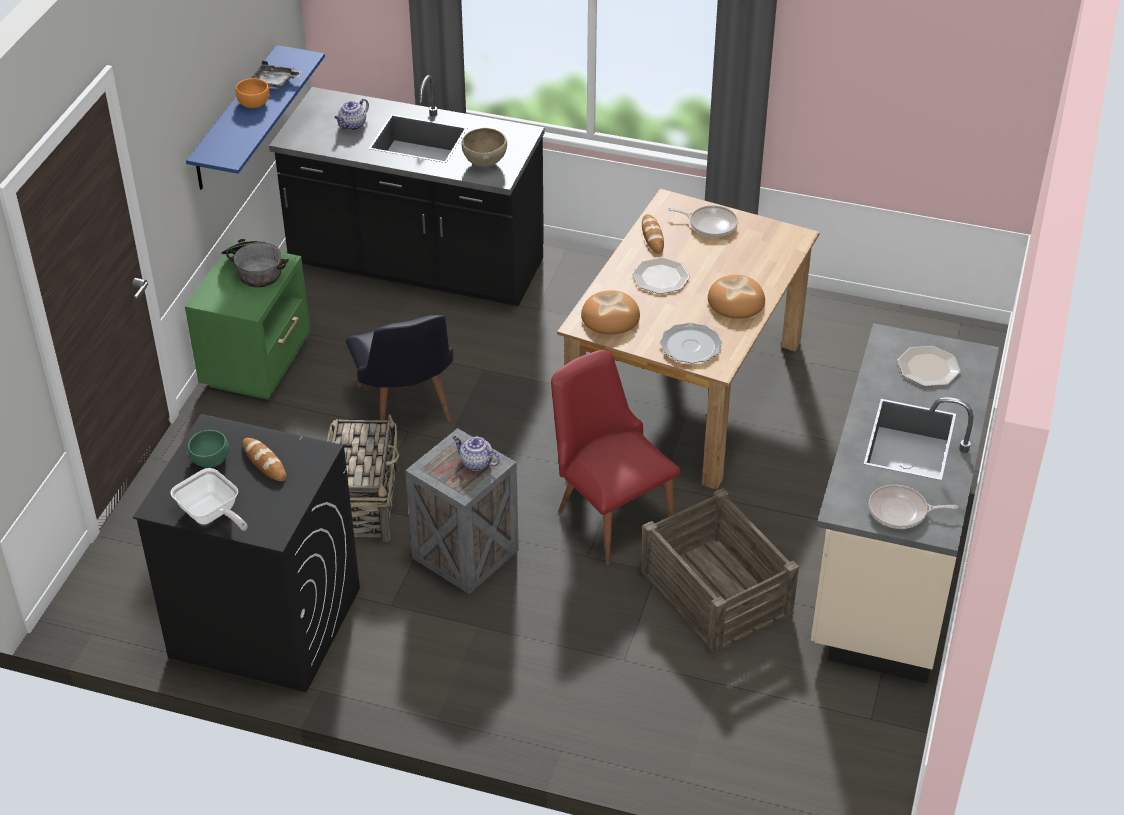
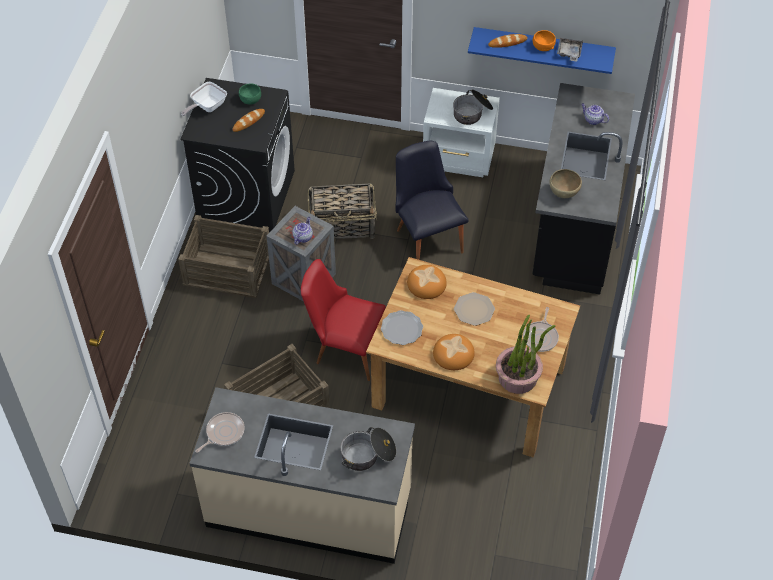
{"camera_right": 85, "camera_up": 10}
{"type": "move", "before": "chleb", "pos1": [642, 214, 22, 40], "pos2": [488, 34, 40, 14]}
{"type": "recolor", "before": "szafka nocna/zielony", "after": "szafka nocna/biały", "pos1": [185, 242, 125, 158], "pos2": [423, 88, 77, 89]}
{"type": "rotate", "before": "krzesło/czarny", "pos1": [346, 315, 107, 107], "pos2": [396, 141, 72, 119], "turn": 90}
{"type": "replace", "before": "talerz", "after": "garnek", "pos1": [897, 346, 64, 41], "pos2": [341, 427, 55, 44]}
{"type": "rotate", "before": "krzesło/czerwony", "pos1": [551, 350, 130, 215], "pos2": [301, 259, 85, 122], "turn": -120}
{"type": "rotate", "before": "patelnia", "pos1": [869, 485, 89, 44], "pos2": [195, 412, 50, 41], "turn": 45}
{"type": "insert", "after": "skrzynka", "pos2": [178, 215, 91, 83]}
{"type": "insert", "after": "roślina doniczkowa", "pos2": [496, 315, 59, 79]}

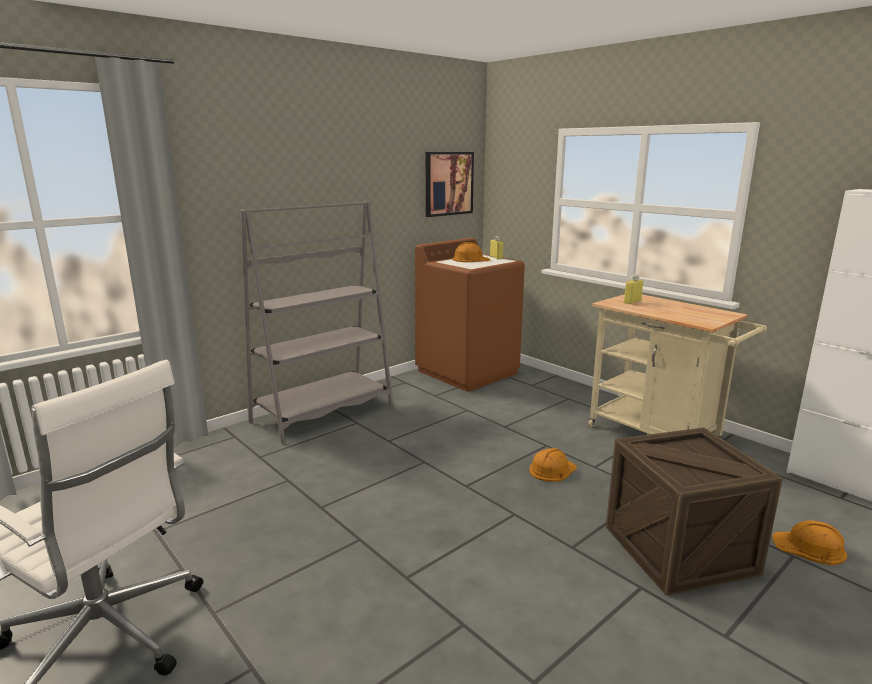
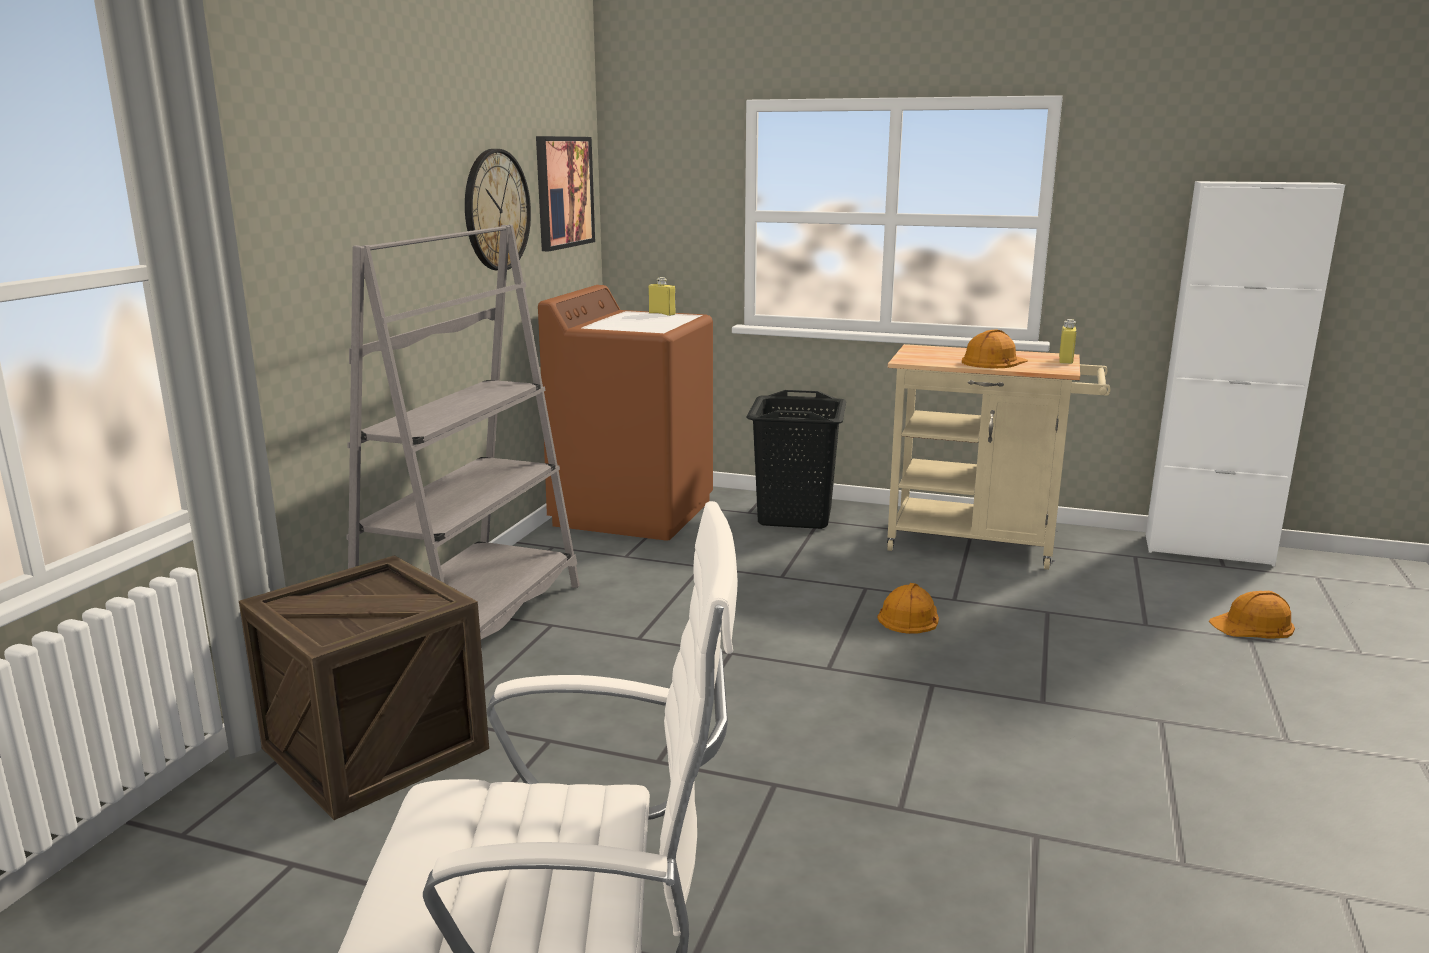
{"camera_right": -30, "camera_up": 0}
{"type": "move", "before": "kask/pomarańczowy", "pos1": [453, 242, 37, 20], "pos2": [962, 329, 66, 39]}
{"type": "move", "before": "butelka/żółty", "pos1": [624, 275, 19, 29], "pos2": [1059, 319, 18, 45]}
{"type": "move", "before": "skrzynka", "pos1": [606, 427, 177, 169], "pos2": [239, 555, 250, 265]}
{"type": "insert", "after": "zegar ścienny", "pos2": [465, 149, 66, 122]}
{"type": "insert", "after": "kosz na pranie/czarny", "pos2": [746, 390, 100, 139]}

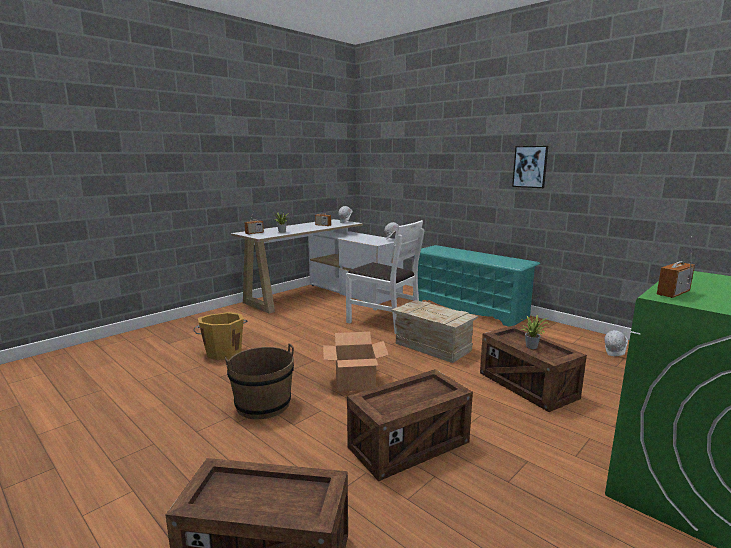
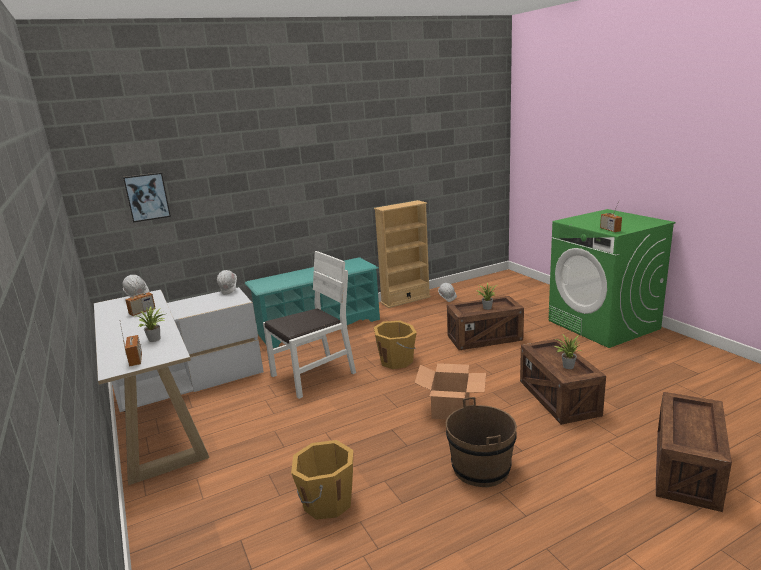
{"camera_right": -70, "camera_up": 5}
{"type": "move", "before": "obraz", "pos1": [512, 146, 36, 42], "pos2": [123, 172, 48, 51]}
{"type": "replace", "before": "skrzynka", "after": "wiadro/pomarańczowy", "pos1": [391, 300, 87, 63], "pos2": [374, 321, 43, 48]}
{"type": "insert", "after": "regał/beżowy", "pos2": [374, 200, 57, 108]}
{"type": "insert", "after": "roślina doniczkowa", "pos2": [554, 335, 27, 34]}

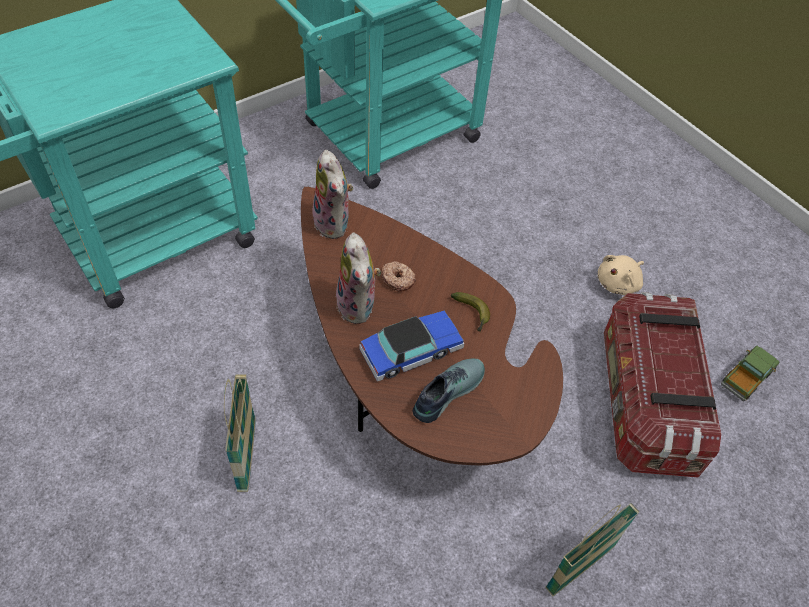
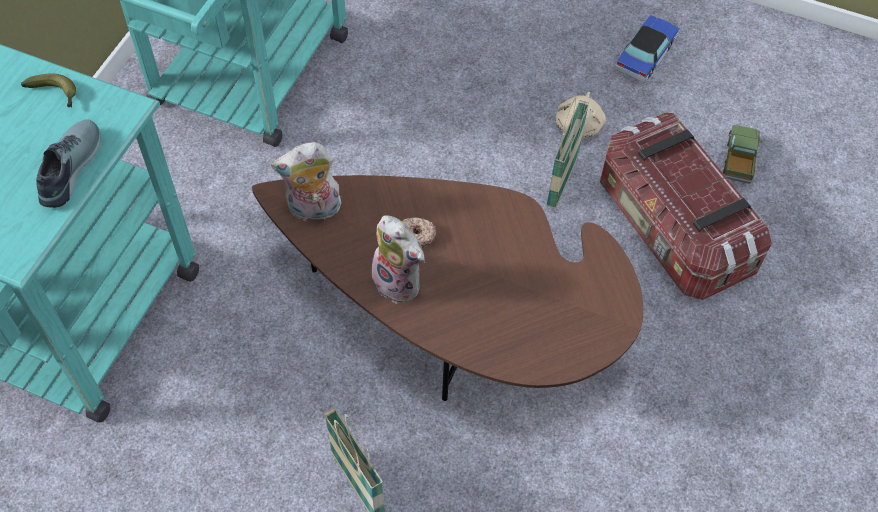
{"camera_right": -30, "camera_up": 5}
{"type": "rotate", "before": "pluszak", "pos1": [312, 150, 41, 89], "pos2": [271, 142, 70, 79], "turn": 135}
{"type": "move", "before": "banan", "pos1": [451, 292, 39, 40], "pos2": [21, 73, 55, 34]}
{"type": "move", "before": "samochodzik", "pos1": [359, 310, 105, 72], "pos2": [614, 15, 66, 68]}
{"type": "move", "before": "but", "pos1": [413, 358, 72, 65], "pos2": [36, 119, 65, 89]}
{"type": "move", "before": "koszyk", "pos1": [545, 503, 94, 93], "pos2": [546, 98, 43, 111]}

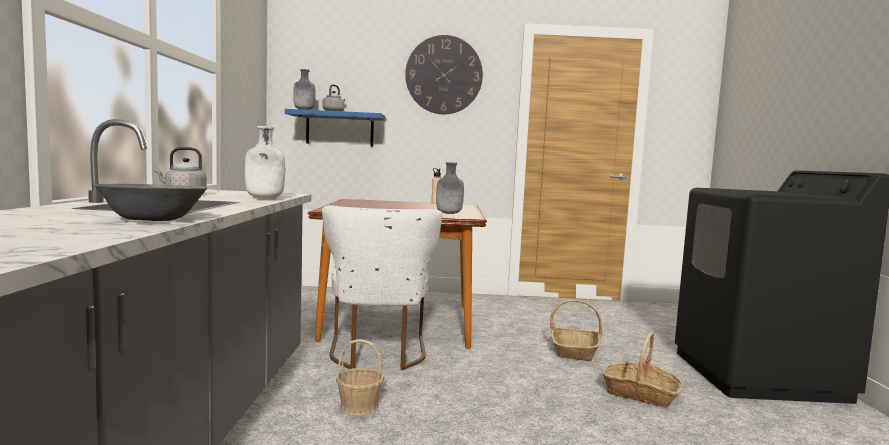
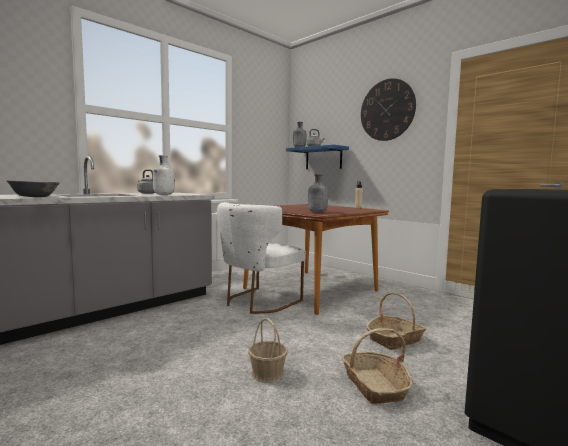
{"camera_right": 45, "camera_up": 0}
{"type": "move", "before": "koszyk", "pos1": [336, 339, 48, 77], "pos2": [248, 318, 39, 65]}

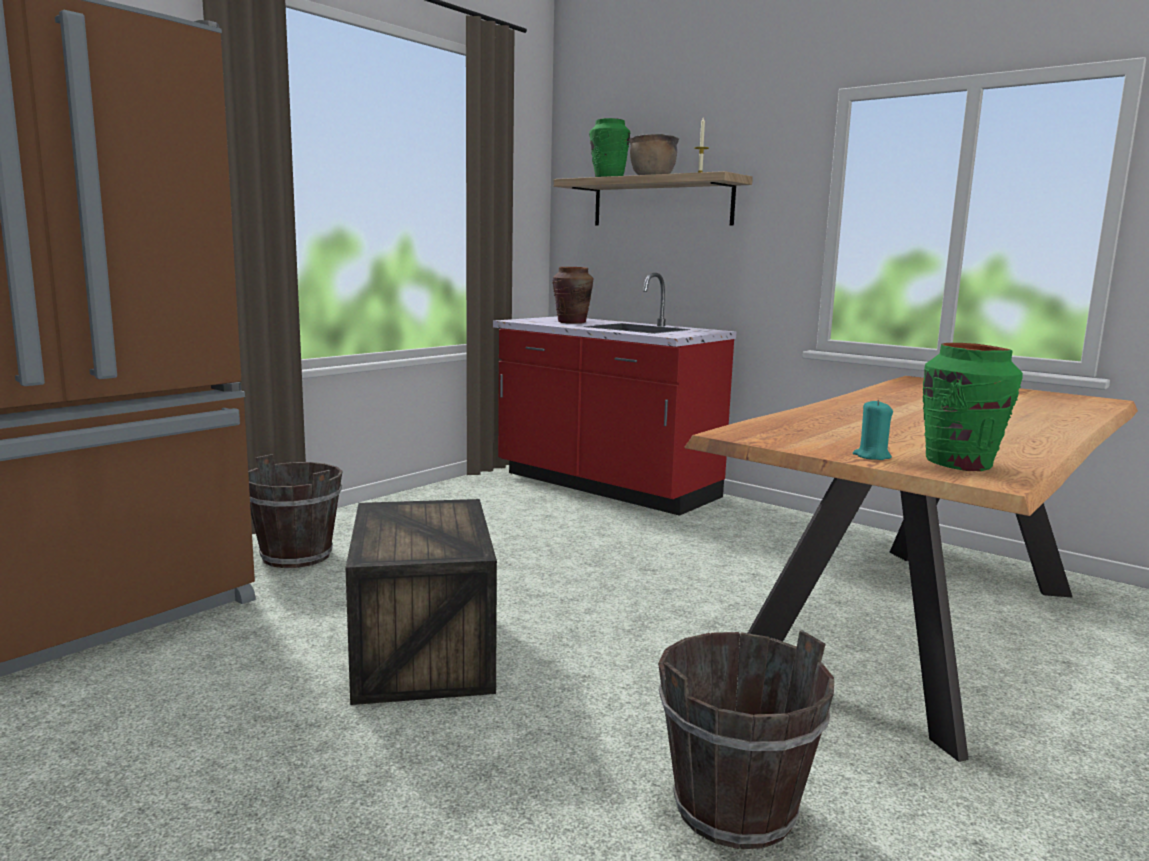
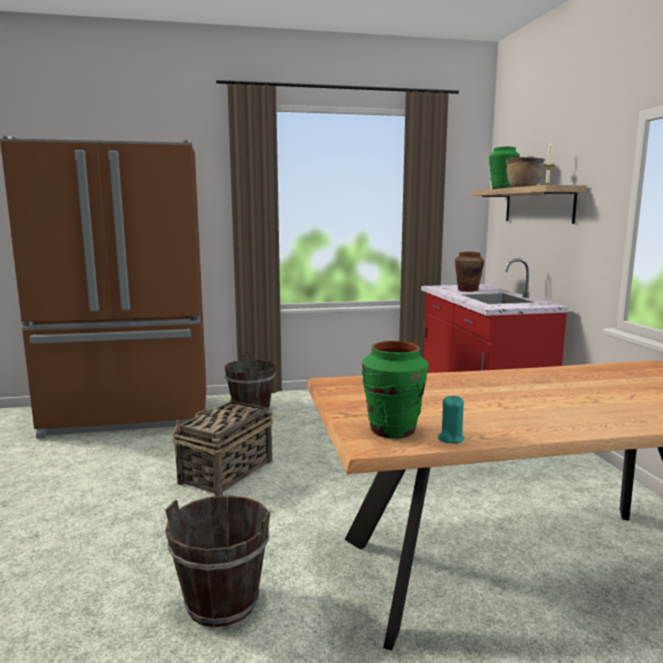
{"camera_right": 40, "camera_up": 0}
{"type": "move", "before": "świeca/turkusowy", "pos1": [853, 400, 40, 60], "pos2": [438, 396, 27, 48]}
{"type": "replace", "before": "skrzynka", "after": "koszyk", "pos1": [346, 499, 151, 206], "pos2": [173, 395, 100, 101]}

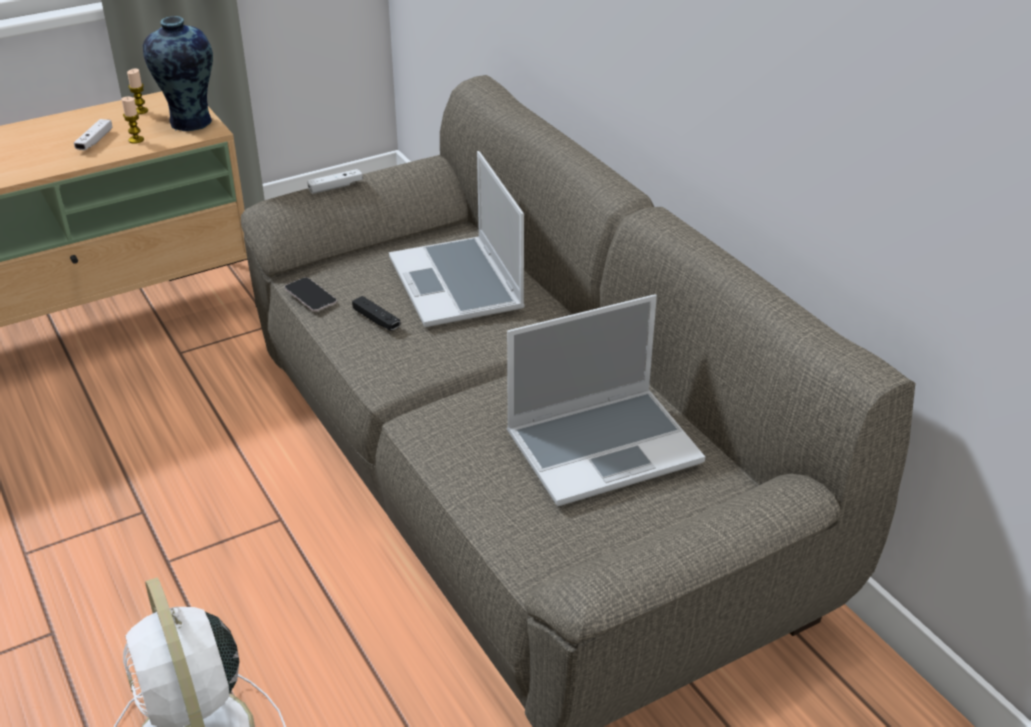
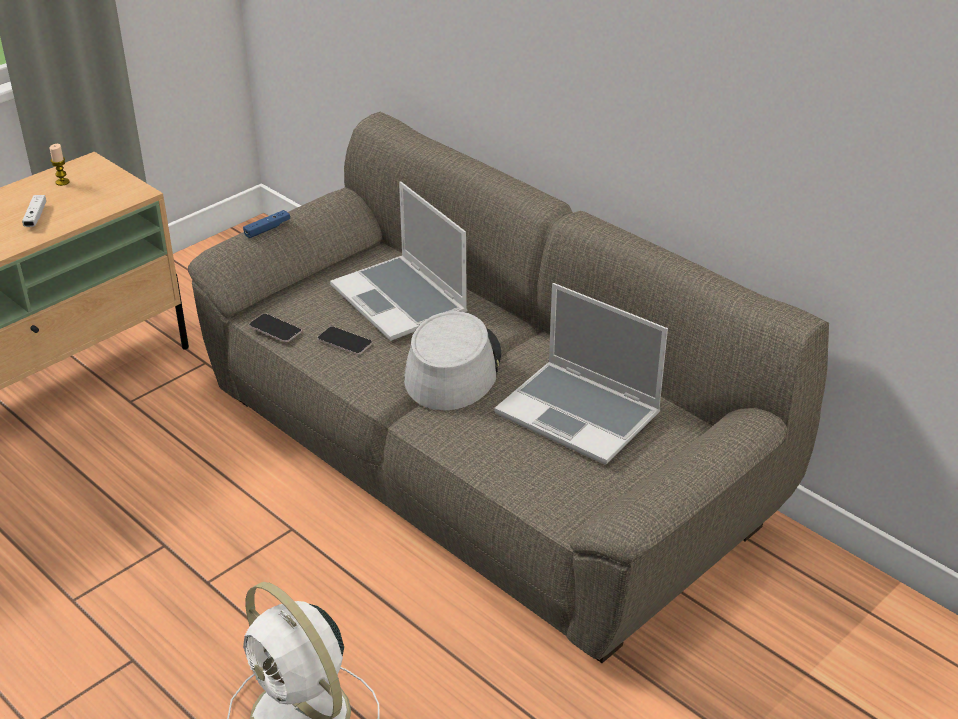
{"camera_right": -15, "camera_up": 0}
{"type": "delete", "before": "wazon", "pos1": [143, 16, 70, 115]}
{"type": "delete", "before": "świeca", "pos1": [121, 97, 23, 47]}
{"type": "recolor", "before": "pad do gier/biały", "after": "pad do gier/niebieski", "pos1": [307, 169, 56, 25], "pos2": [243, 210, 47, 28]}
{"type": "rotate", "before": "laptop", "pos1": [507, 294, 198, 212], "pos2": [494, 283, 174, 182], "turn": 75}
{"type": "replace", "before": "pad do gier/czarny", "after": "telefon", "pos1": [352, 296, 49, 35], "pos2": [317, 326, 55, 29]}
{"type": "insert", "after": "kapelusz/szary", "pos2": [404, 311, 98, 99]}

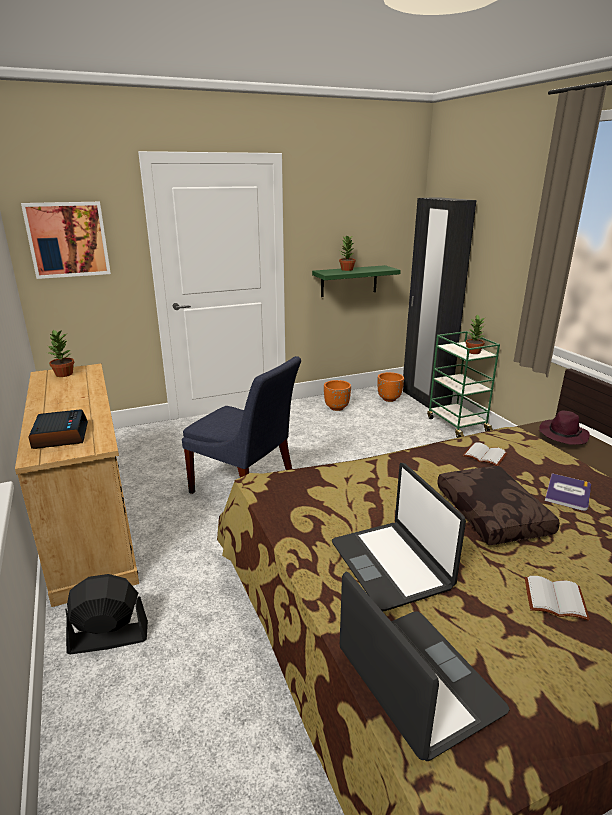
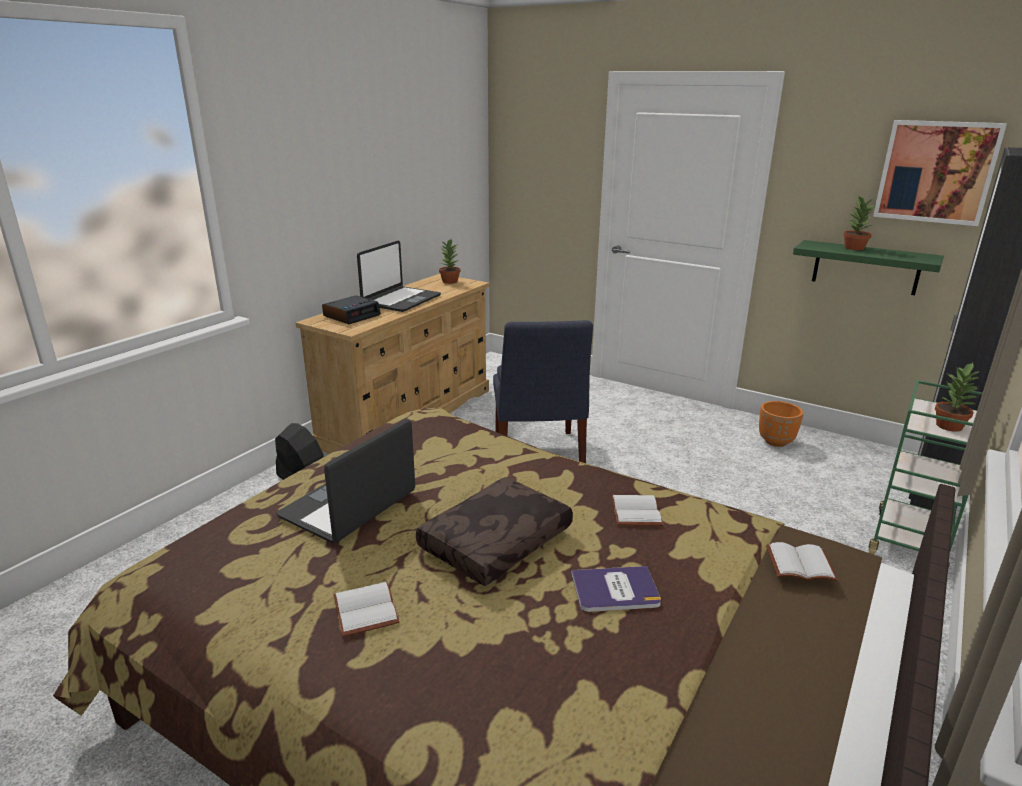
{"camera_right": 55, "camera_up": 0}
{"type": "move", "before": "obraz", "pos1": [21, 202, 90, 77], "pos2": [873, 120, 134, 106]}
{"type": "delete", "before": "donica/pomarańczowy", "pos1": [377, 372, 27, 30]}
{"type": "replace", "before": "kapelusz/fioletowy", "after": "książka/biały", "pos1": [539, 410, 51, 35], "pos2": [766, 542, 72, 39]}
{"type": "move", "before": "laptop", "pos1": [340, 571, 170, 190], "pos2": [357, 241, 84, 71]}

